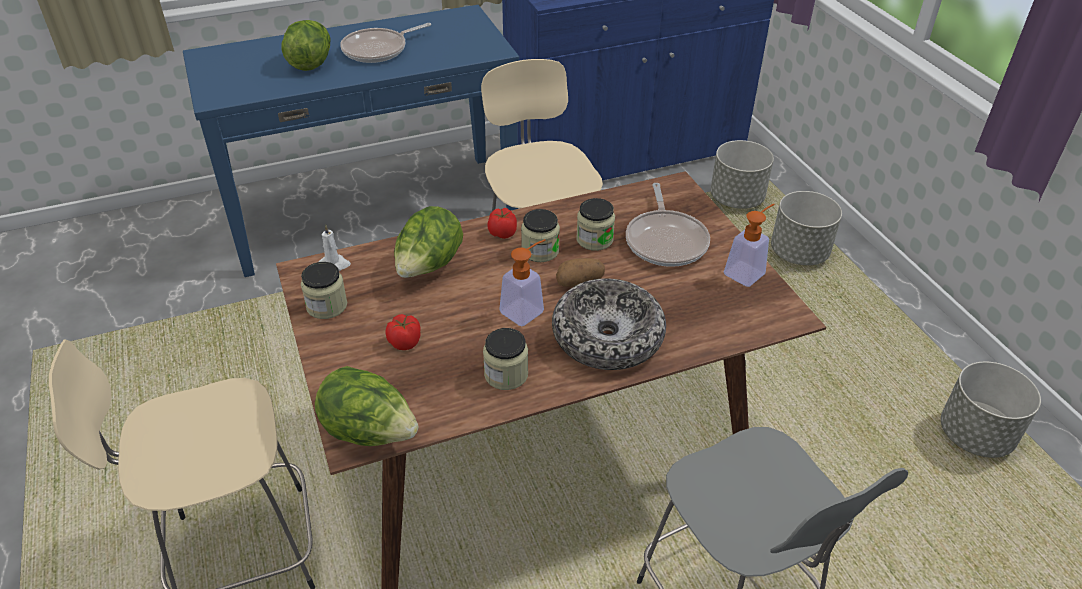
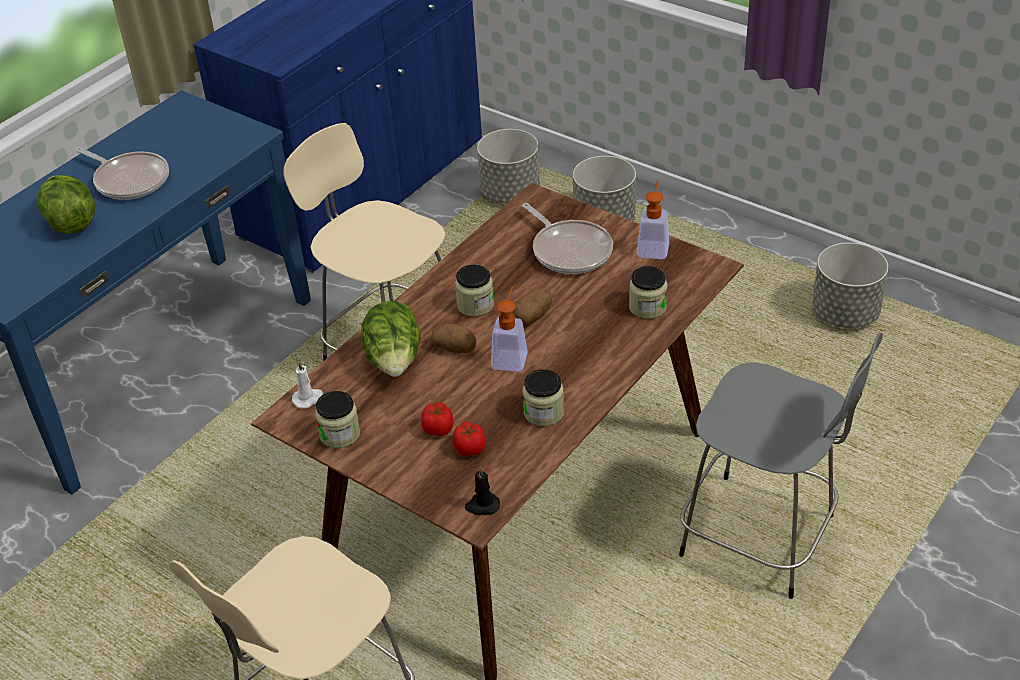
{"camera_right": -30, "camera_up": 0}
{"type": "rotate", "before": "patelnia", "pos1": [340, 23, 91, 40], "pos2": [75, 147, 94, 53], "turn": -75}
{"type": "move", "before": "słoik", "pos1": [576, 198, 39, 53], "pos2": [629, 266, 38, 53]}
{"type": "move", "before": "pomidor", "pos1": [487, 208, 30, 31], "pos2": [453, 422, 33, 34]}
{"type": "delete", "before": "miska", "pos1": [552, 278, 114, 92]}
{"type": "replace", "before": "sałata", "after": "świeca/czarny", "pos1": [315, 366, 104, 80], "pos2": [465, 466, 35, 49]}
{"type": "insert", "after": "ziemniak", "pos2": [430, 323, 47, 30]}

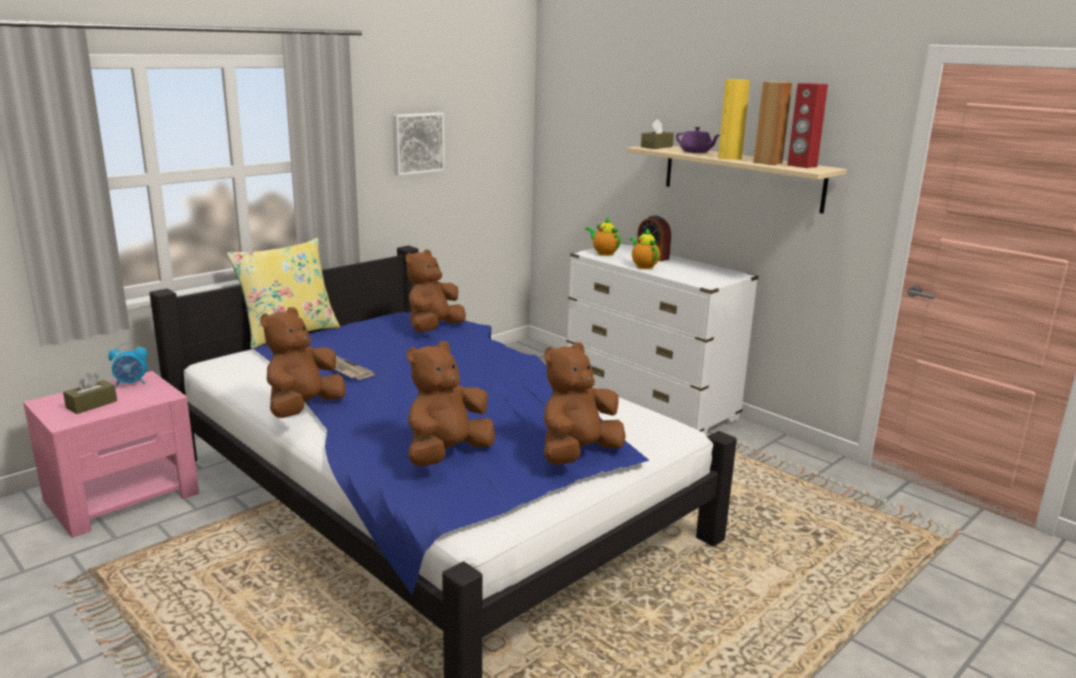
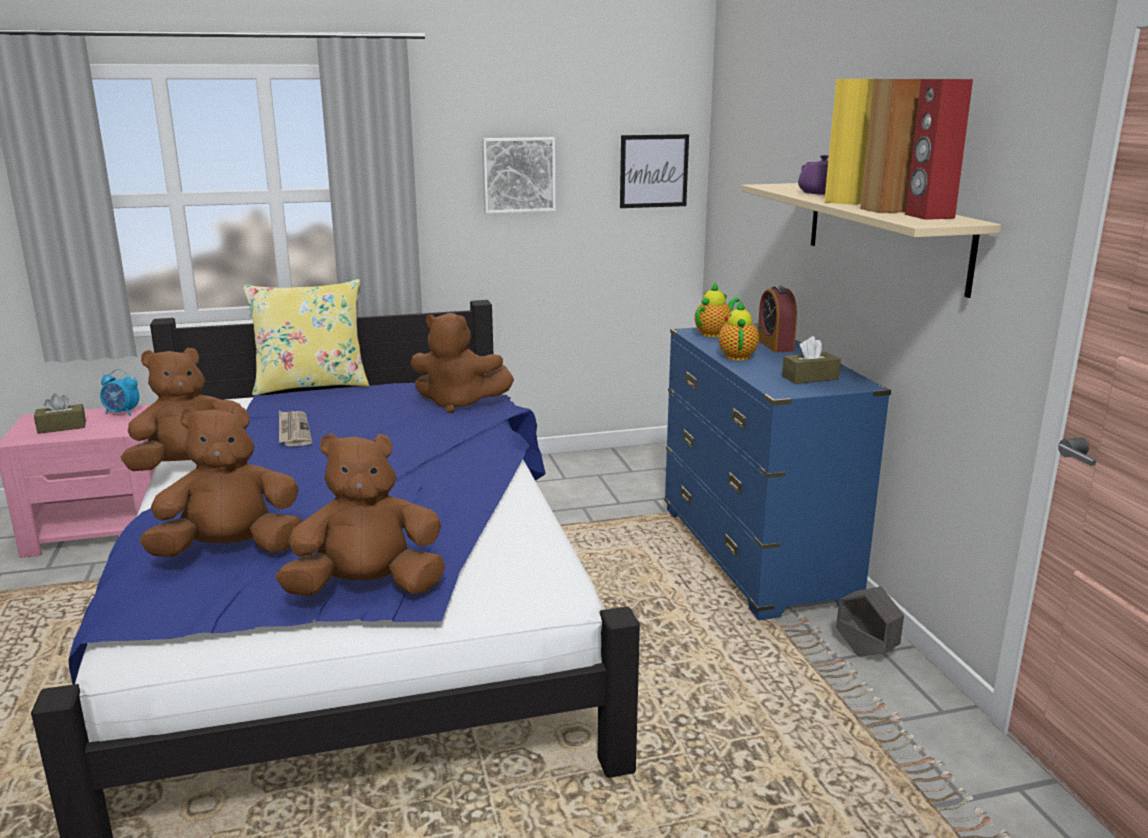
{"camera_right": 30, "camera_up": 0}
{"type": "move", "before": "pudełko chusteczek/brązowy", "pos1": [641, 119, 33, 30], "pos2": [782, 336, 59, 48]}
{"type": "rotate", "before": "imbryk", "pos1": [586, 217, 35, 39], "pos2": [694, 283, 46, 54], "turn": 60}
{"type": "recolor", "before": "komoda/biały", "after": "komoda/niebieski", "pos1": [567, 243, 192, 192], "pos2": [664, 323, 227, 297]}
{"type": "rotate", "before": "pluszak/brązowy", "pos1": [406, 250, 60, 82], "pos2": [410, 313, 104, 100], "turn": -135}
{"type": "insert", "after": "obraz", "pos2": [620, 134, 69, 74]}
{"type": "insert", "after": "donica/szary", "pos2": [836, 586, 68, 70]}

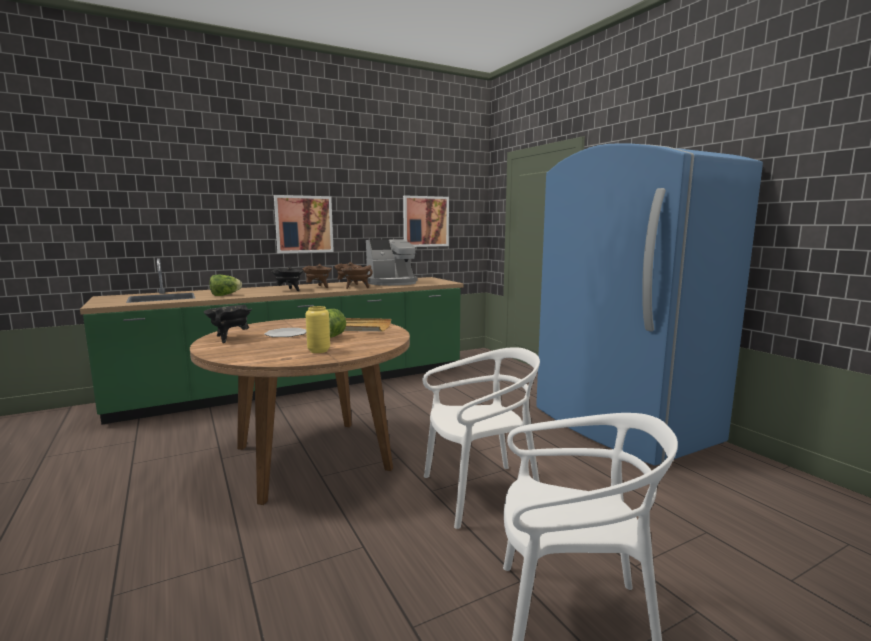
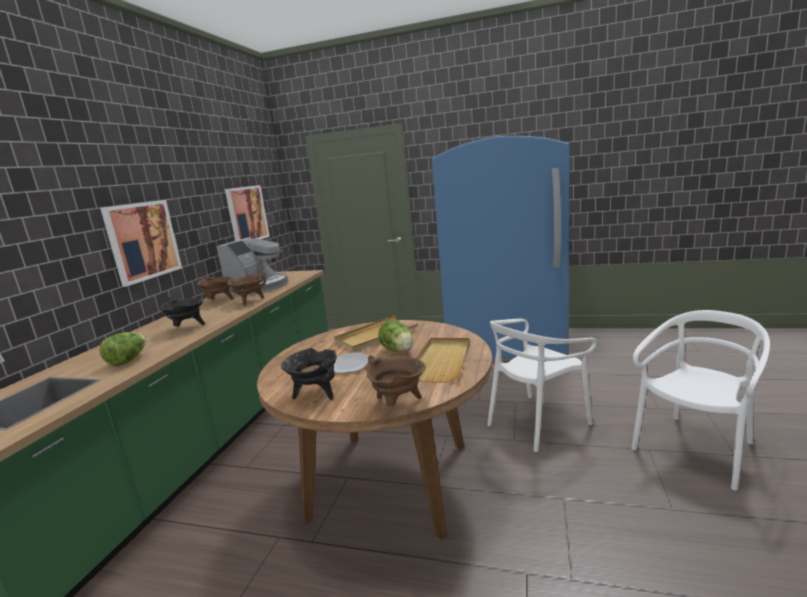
{"camera_right": -45, "camera_up": 5}
{"type": "move", "before": "garnek/brązowy", "pos1": [302, 264, 30, 24], "pos2": [364, 355, 62, 51]}
{"type": "replace", "before": "wazon/żółty", "after": "taca/beżowy", "pos1": [306, 306, 24, 47], "pos2": [416, 338, 54, 44]}
{"type": "rotate", "before": "krzesło/biały", "pos1": [422, 347, 118, 182], "pos2": [487, 319, 111, 133], "turn": -150}

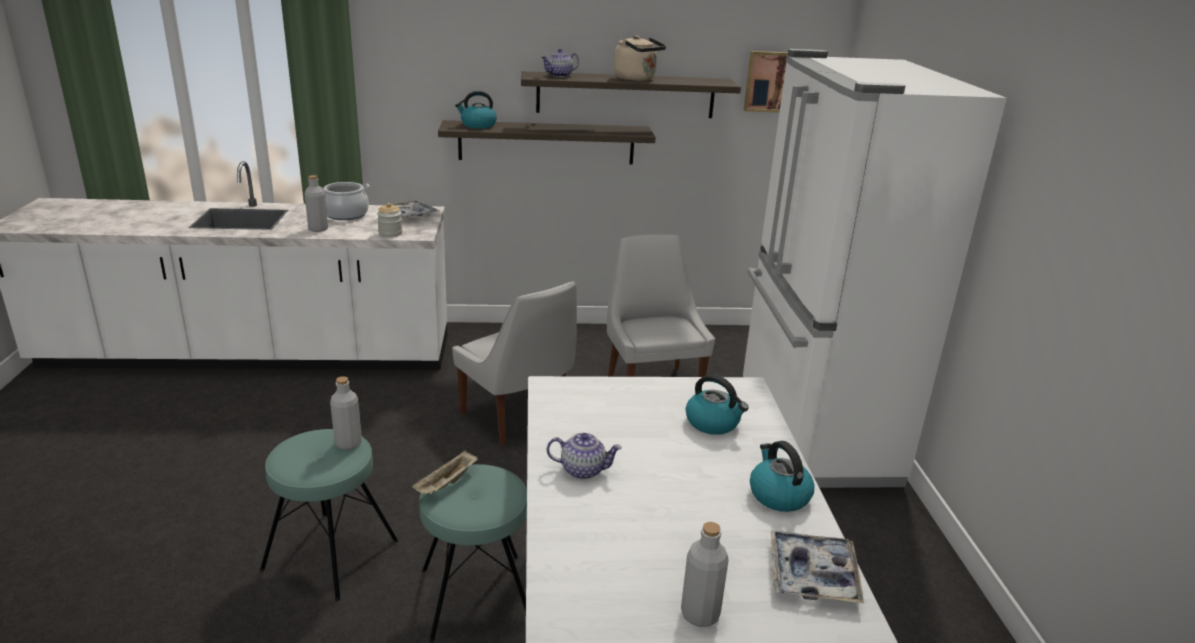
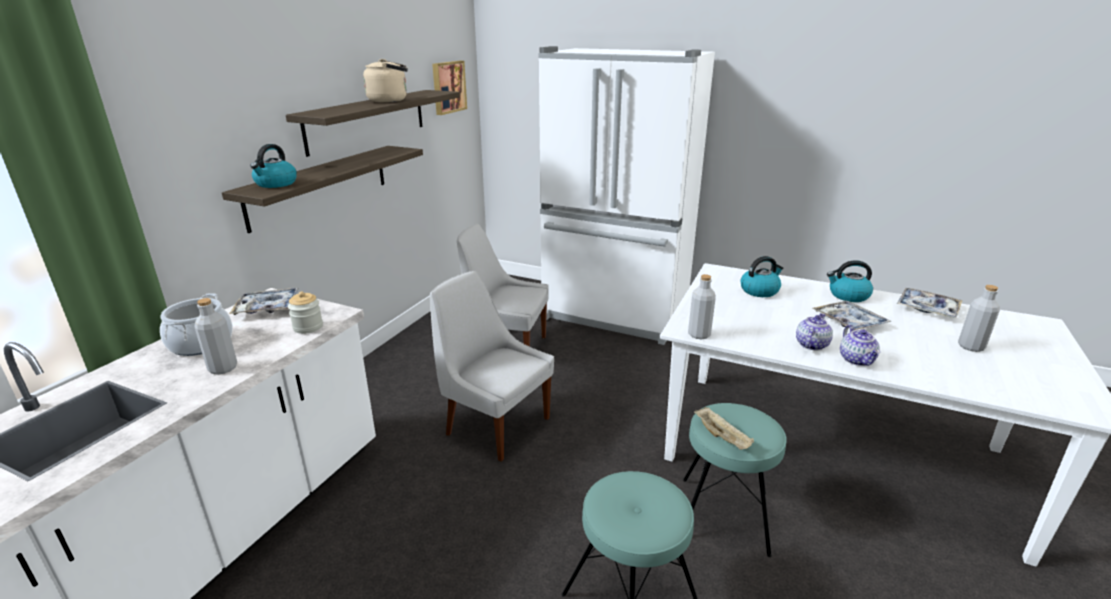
{"camera_right": -60, "camera_up": 0}
{"type": "move", "before": "imbryk", "pos1": [541, 49, 38, 28], "pos2": [840, 325, 40, 41]}
{"type": "rotate", "before": "krzesło/biały", "pos1": [452, 281, 125, 165], "pos2": [430, 271, 124, 191], "turn": -135}
{"type": "move", "before": "butelka/szary", "pos1": [330, 376, 32, 74], "pos2": [688, 274, 28, 65]}
{"type": "insert", "after": "taca", "pos2": [813, 301, 78, 29]}

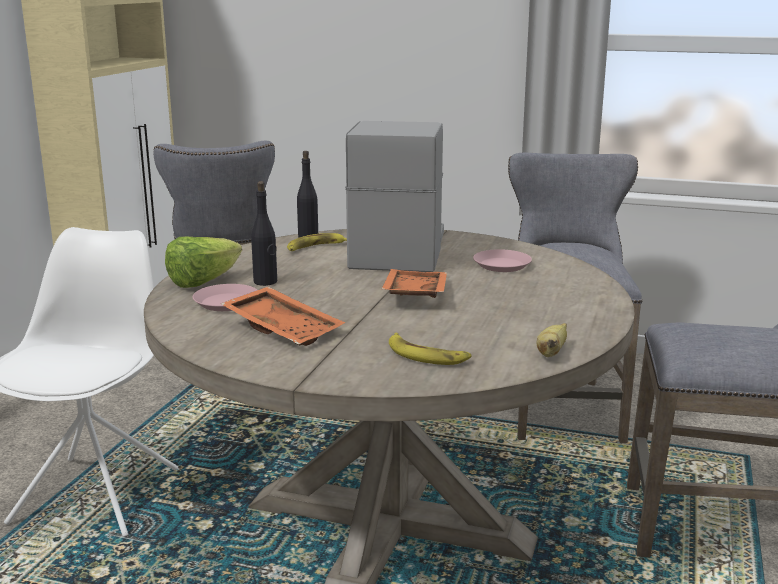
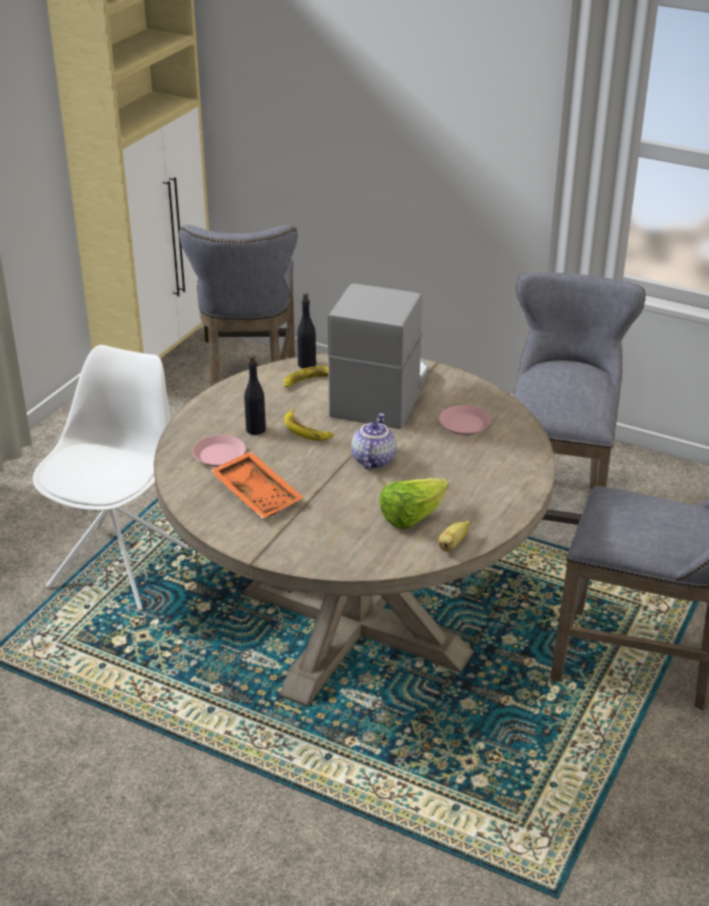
{"camera_right": 10, "camera_up": 15}
{"type": "move", "before": "sałata", "pos1": [165, 237, 77, 51], "pos2": [379, 478, 70, 51]}
{"type": "replace", "before": "taca/pomarańczowy", "after": "imbryk", "pos1": [381, 269, 66, 29], "pos2": [351, 413, 45, 56]}
{"type": "move", "before": "banan", "pos1": [389, 333, 82, 32], "pos2": [284, 409, 50, 32]}

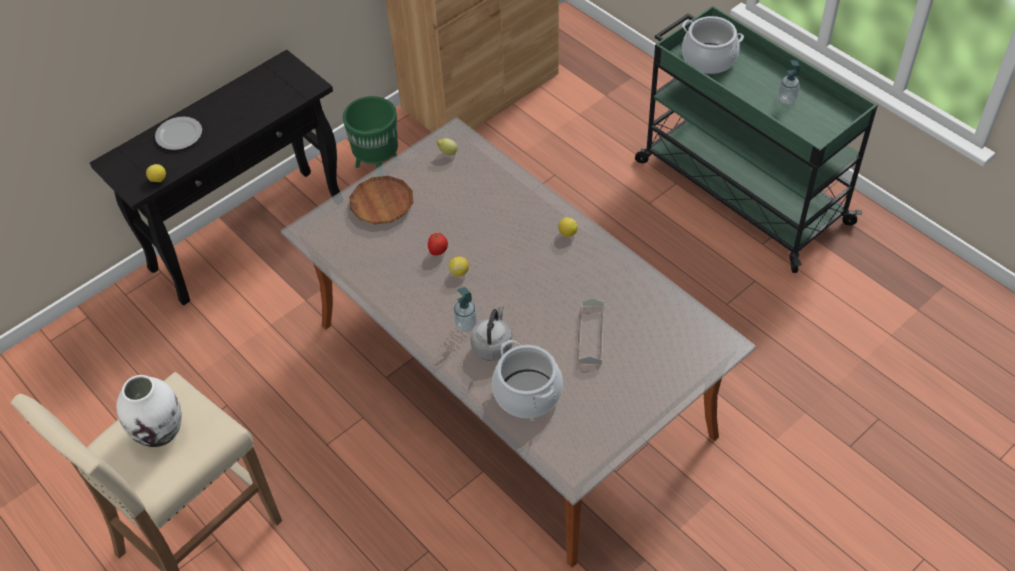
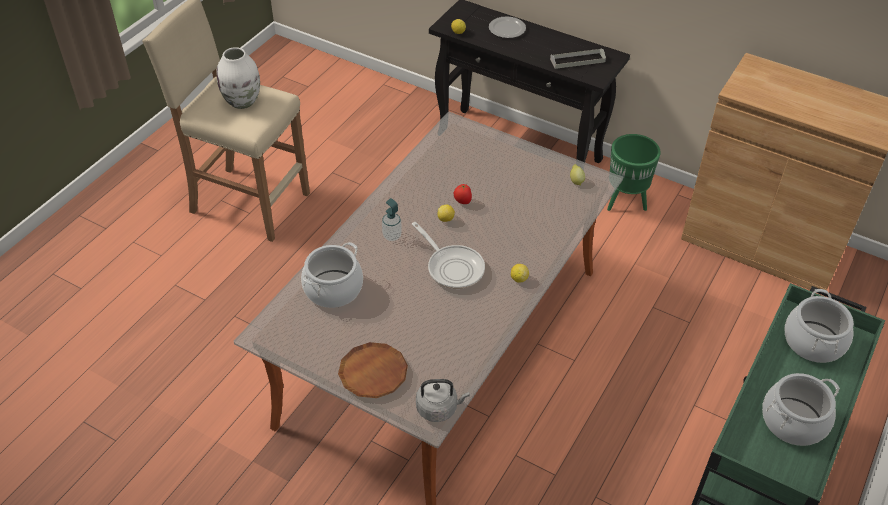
{"camera_right": 70, "camera_up": -5}
{"type": "replace", "before": "dozownik mydła", "after": "garnek", "pos1": [778, 60, 22, 44], "pos2": [762, 373, 78, 73]}
{"type": "move", "before": "talerz/brązowy", "pos1": [350, 176, 64, 48], "pos2": [338, 342, 70, 56]}
{"type": "move", "before": "taca/szary", "pos1": [579, 298, 25, 67], "pos2": [550, 48, 56, 21]}
{"type": "move", "before": "czajnik/szary", "pos1": [470, 306, 42, 55], "pos2": [416, 379, 54, 43]}
{"type": "insert", "after": "patelnia", "pos2": [412, 222, 73, 67]}

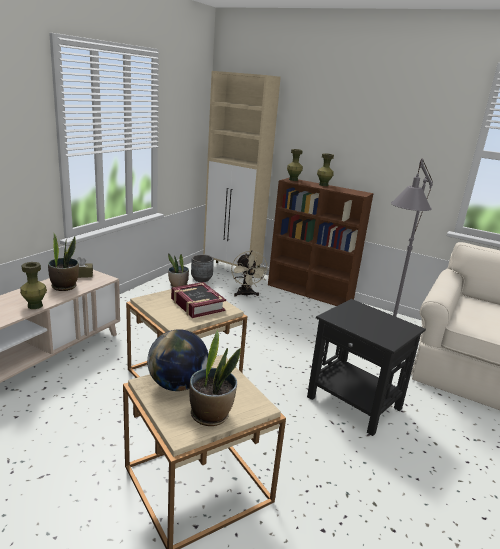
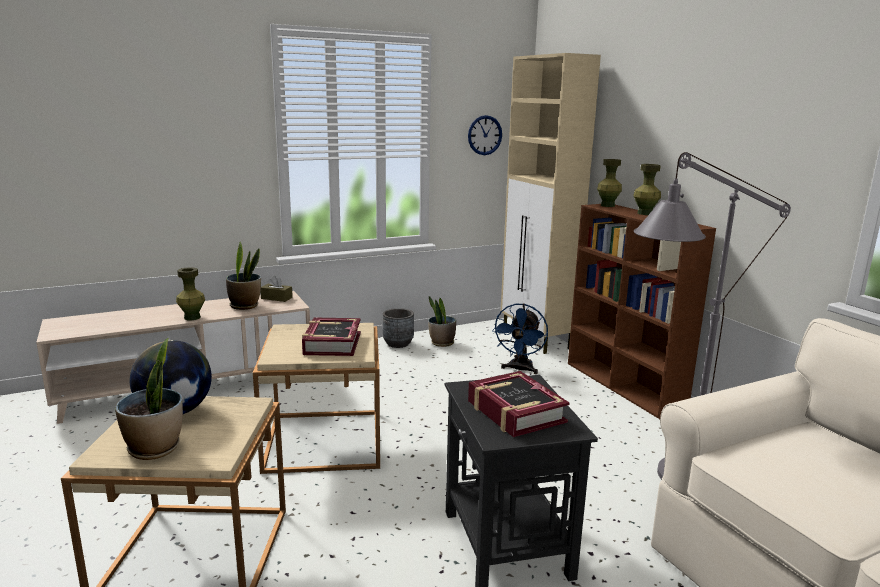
{"camera_right": 35, "camera_up": -5}
{"type": "recolor", "before": "wentylator/beżowy", "after": "wentylator/niebieski", "pos1": [231, 251, 38, 46], "pos2": [492, 303, 56, 71]}
{"type": "move", "before": "donica/szary", "pos1": [191, 254, 23, 28], "pos2": [383, 308, 31, 40]}
{"type": "insert", "after": "zegar ścienny", "pos2": [468, 115, 34, 40]}
{"type": "insert", "after": "książka", "pos2": [468, 371, 102, 66]}

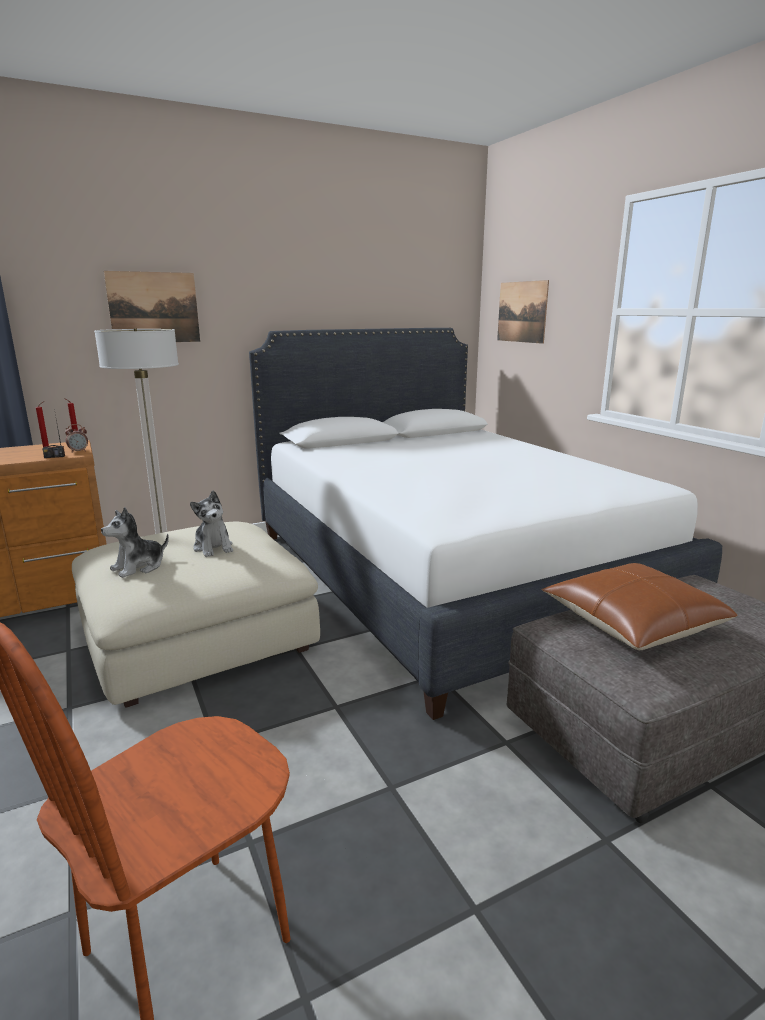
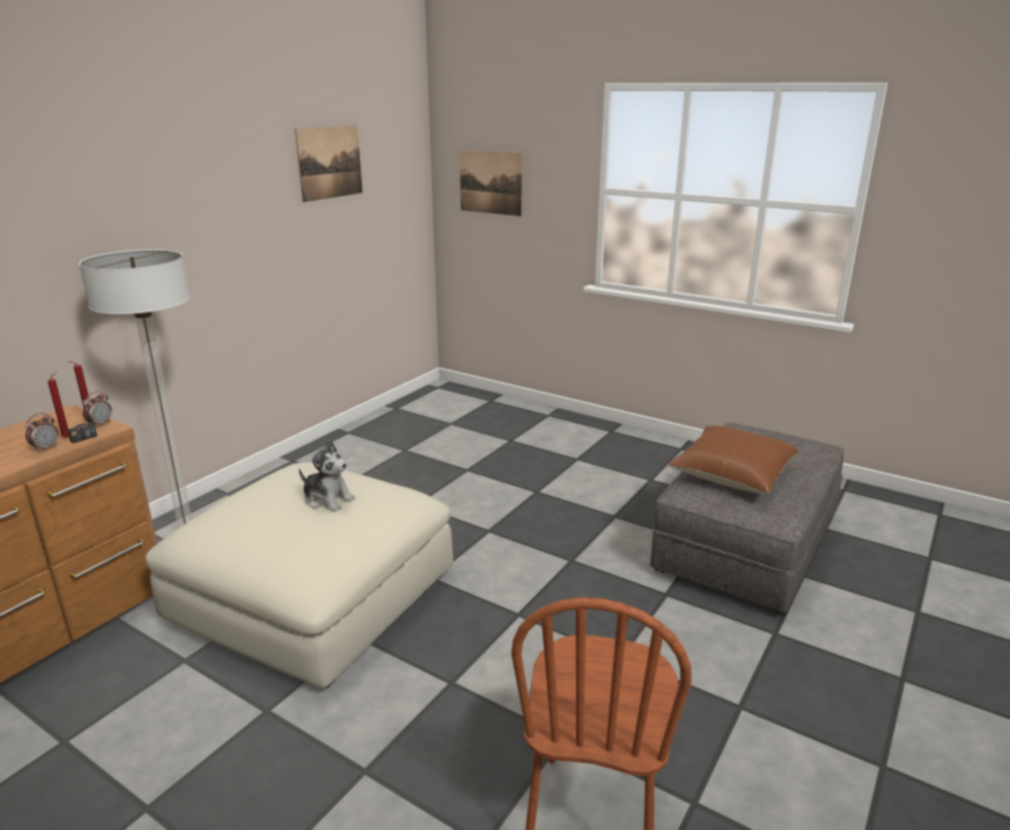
{"camera_right": -30, "camera_up": 5}
{"type": "move", "before": "obraz", "pos1": [104, 271, 96, 71], "pos2": [295, 125, 68, 77]}
{"type": "delete", "before": "łóżko/biały", "pos1": [249, 328, 473, 392]}
{"type": "delete", "before": "pluszak", "pos1": [101, 507, 68, 71]}
{"type": "insert", "after": "budzik", "pos2": [25, 413, 33, 39]}

